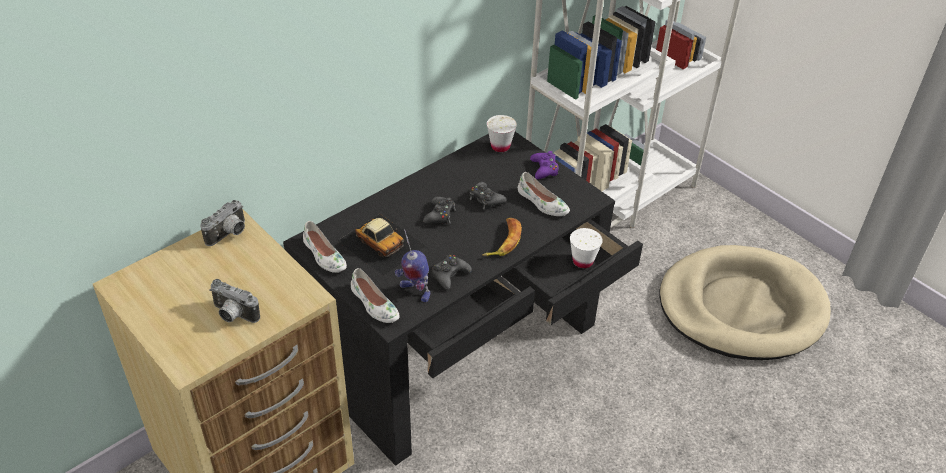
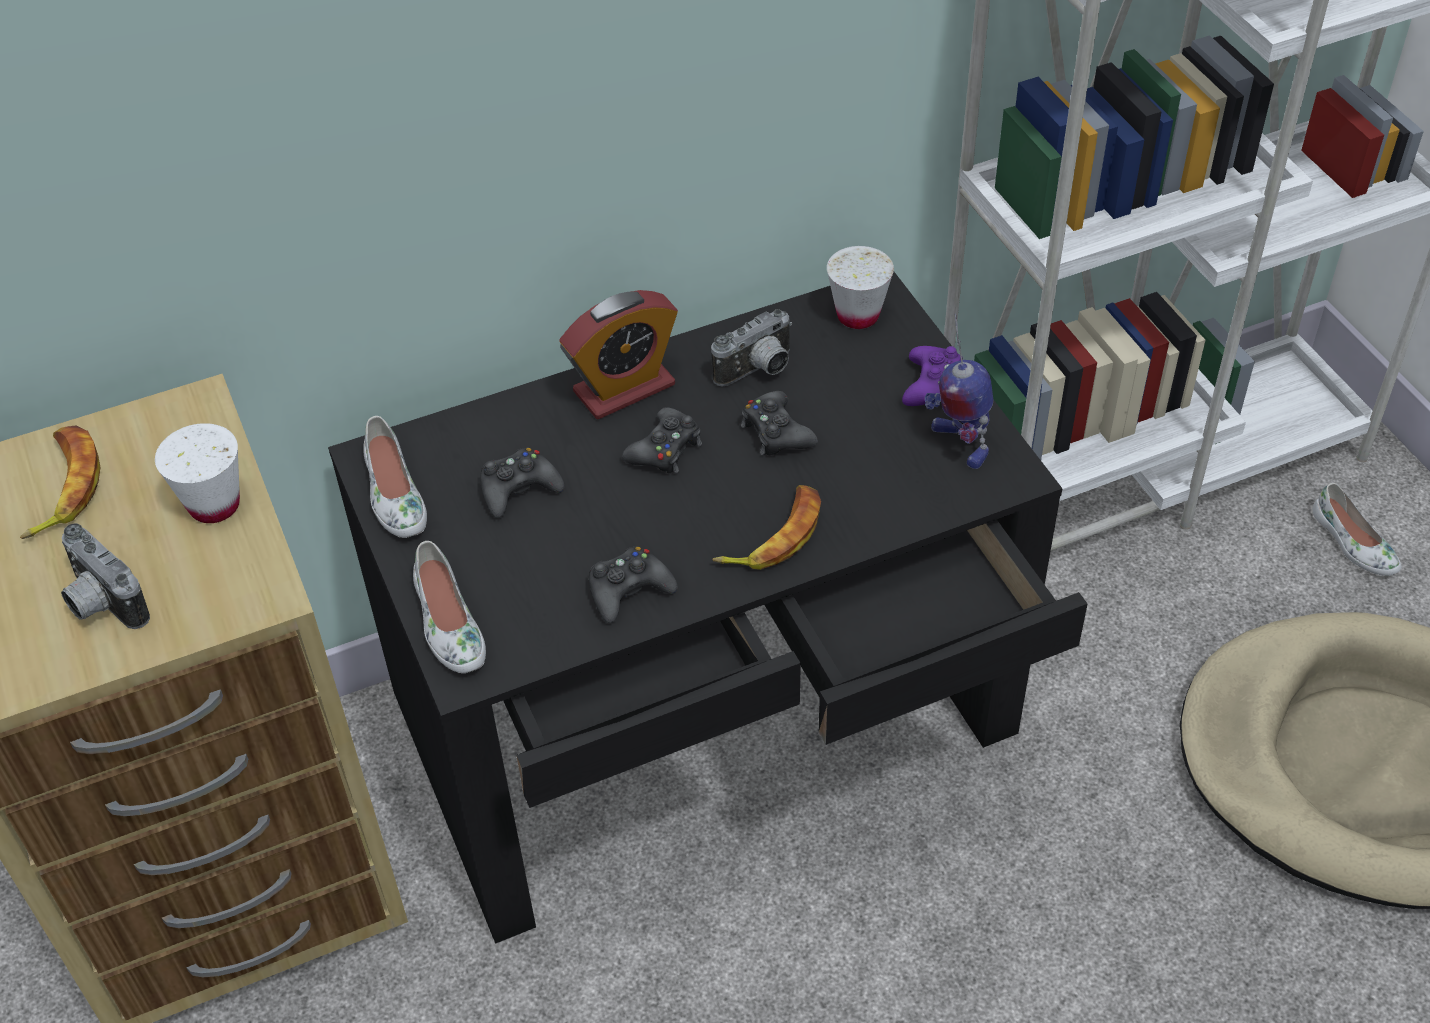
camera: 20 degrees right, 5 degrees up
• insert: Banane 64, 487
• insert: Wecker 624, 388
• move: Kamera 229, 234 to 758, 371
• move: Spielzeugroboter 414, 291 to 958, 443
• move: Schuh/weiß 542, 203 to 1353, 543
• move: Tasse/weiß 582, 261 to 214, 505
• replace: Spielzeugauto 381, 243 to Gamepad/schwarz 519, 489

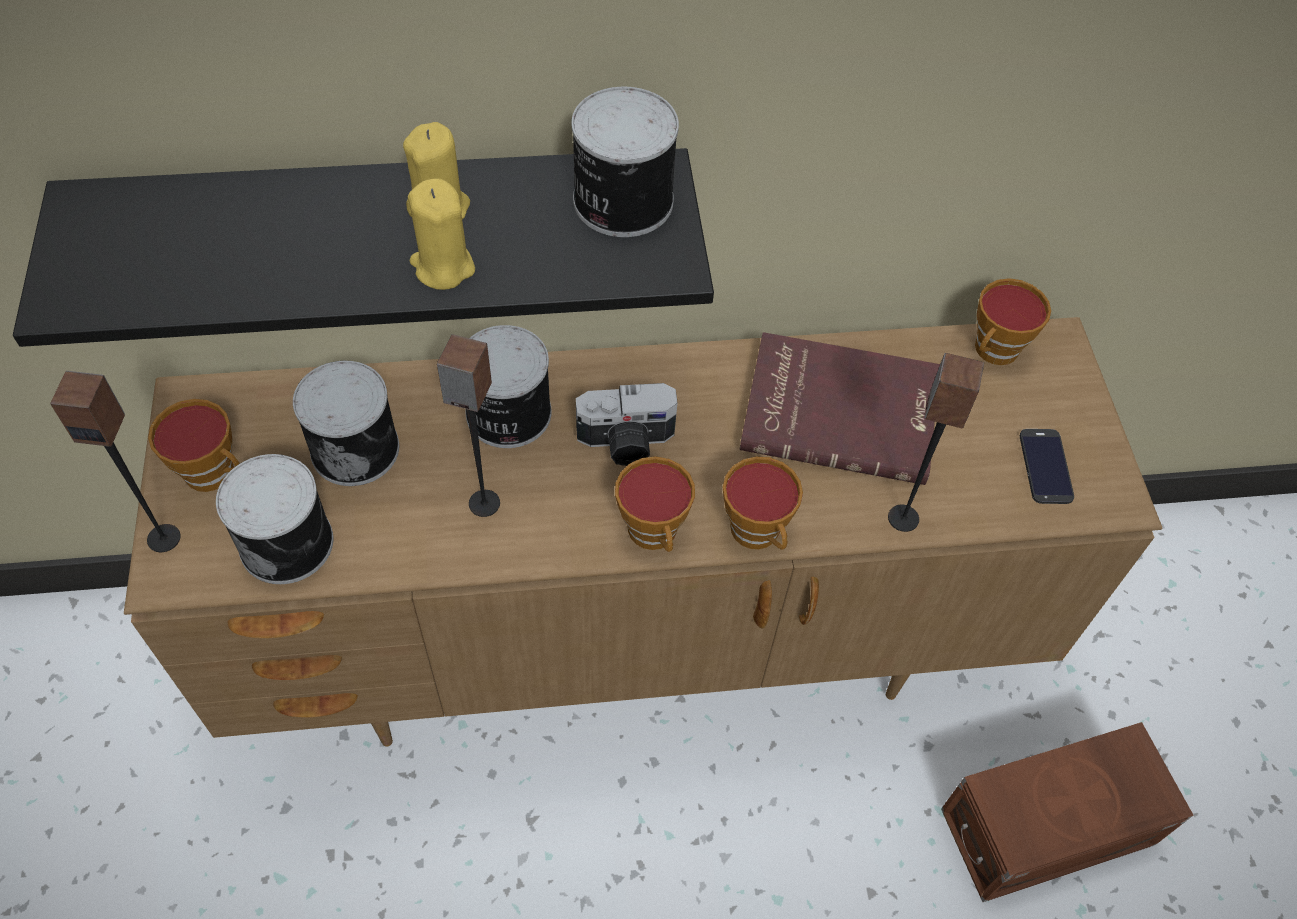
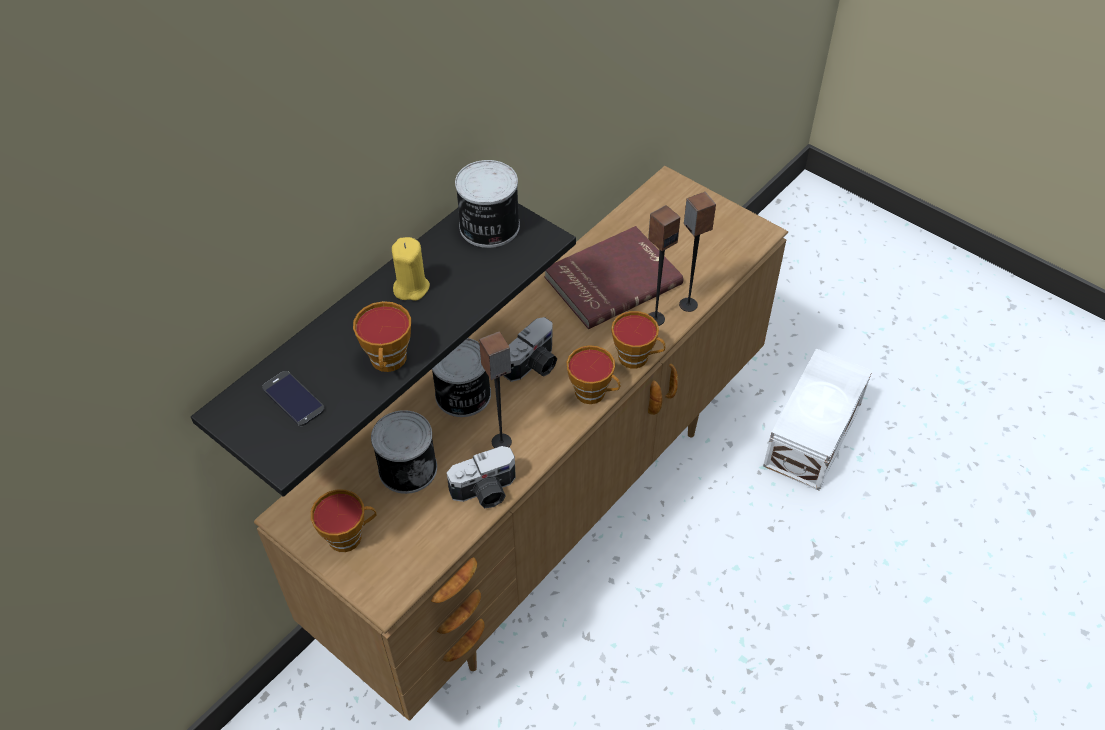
camera: 40 degrees left, 5 degrees down
• delete: Dose 289, 542
• delete: Kerze/gelb 443, 267
• insert: Kamera 485, 492
• move: Lautsprecher 164, 537 to 655, 318
• move: Tasse 994, 351 to 389, 361
• move: Handy 1045, 466 to 293, 399
• recolor: Aufbewahrungsbox/braun 1051, 829 to Aufbewahrungsbox/weiß 815, 435

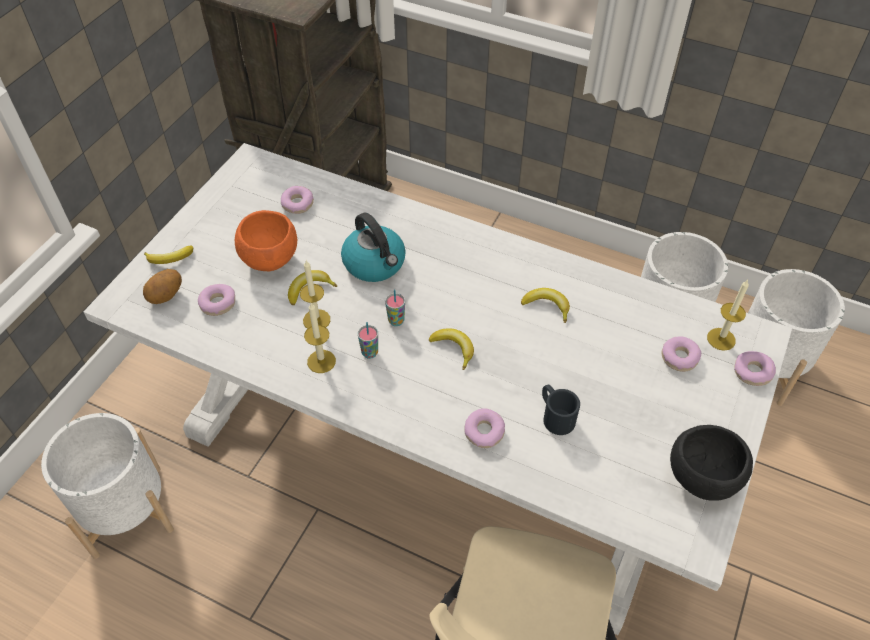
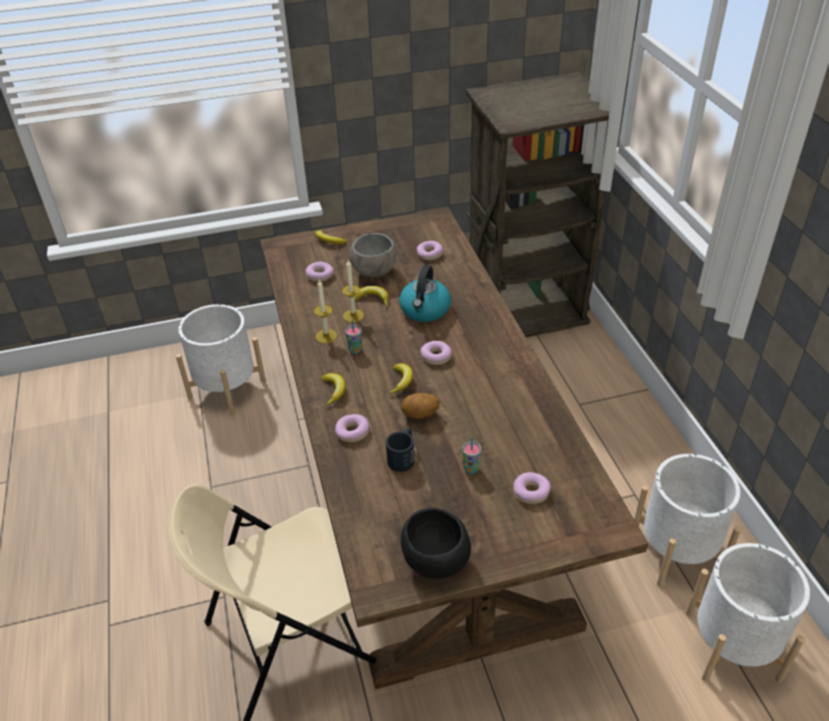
camera: 50 degrees right, 10 degrees down
• delete: Kerze 721, 339
• move: Kartoffel 166, 296 to 420, 415
• move: Tasse 396, 321 to 471, 468
• move: Banane 547, 306 to 334, 391
• move: Donut 752, 372 to 436, 356
• recolor: Esstisch/weiß 436, 438 to Esstisch/braun 420, 485
• recolor: Schüssel/orange 270, 259 to Schüssel/grau 375, 271

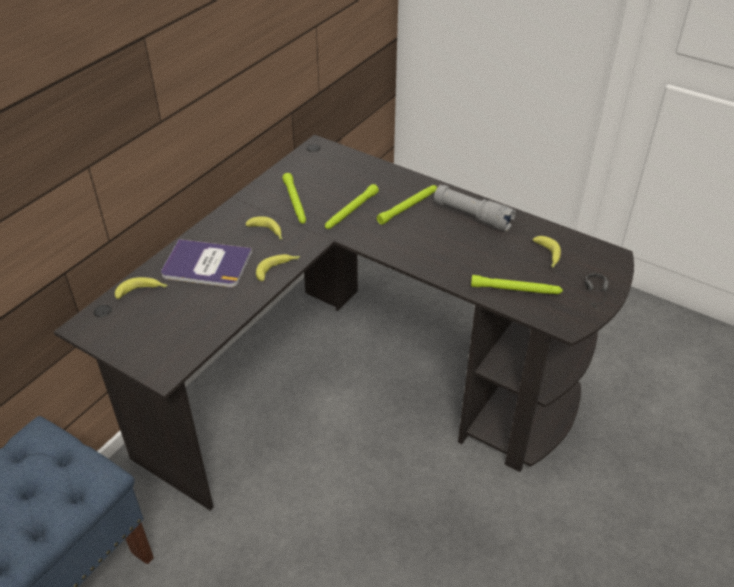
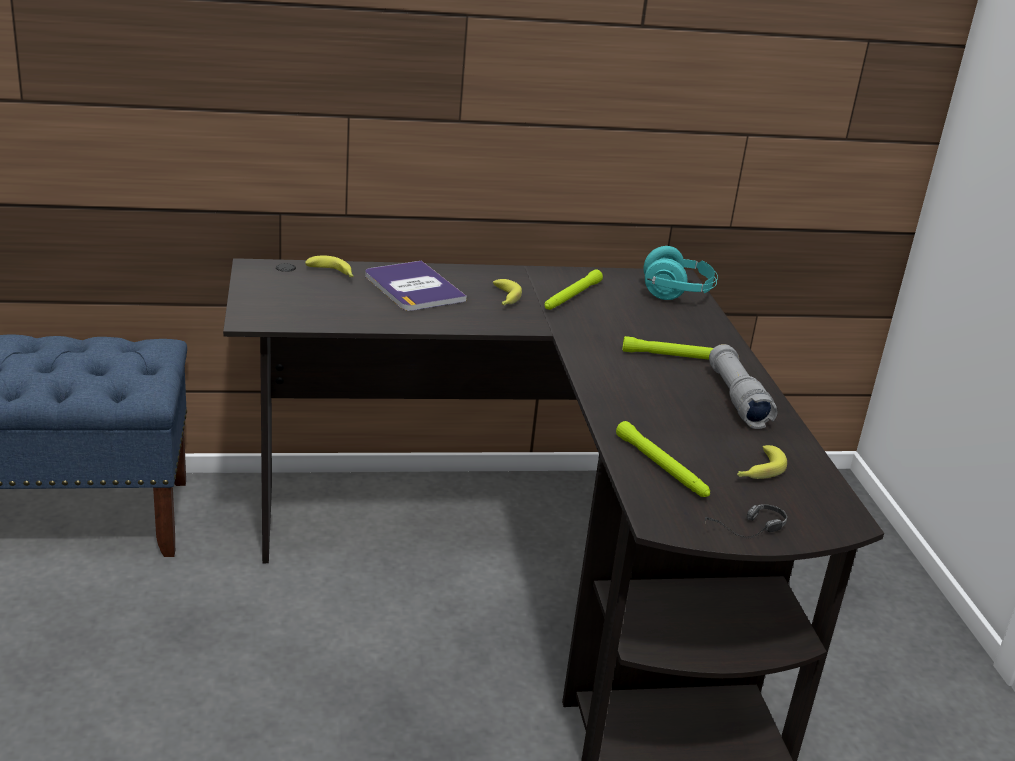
camera: 45 degrees right, 15 degrees down
• delete: Banane 278, 269
• delete: Taschenlampe/grün 351, 211
• insert: Kopfhörer/türkis 677, 293

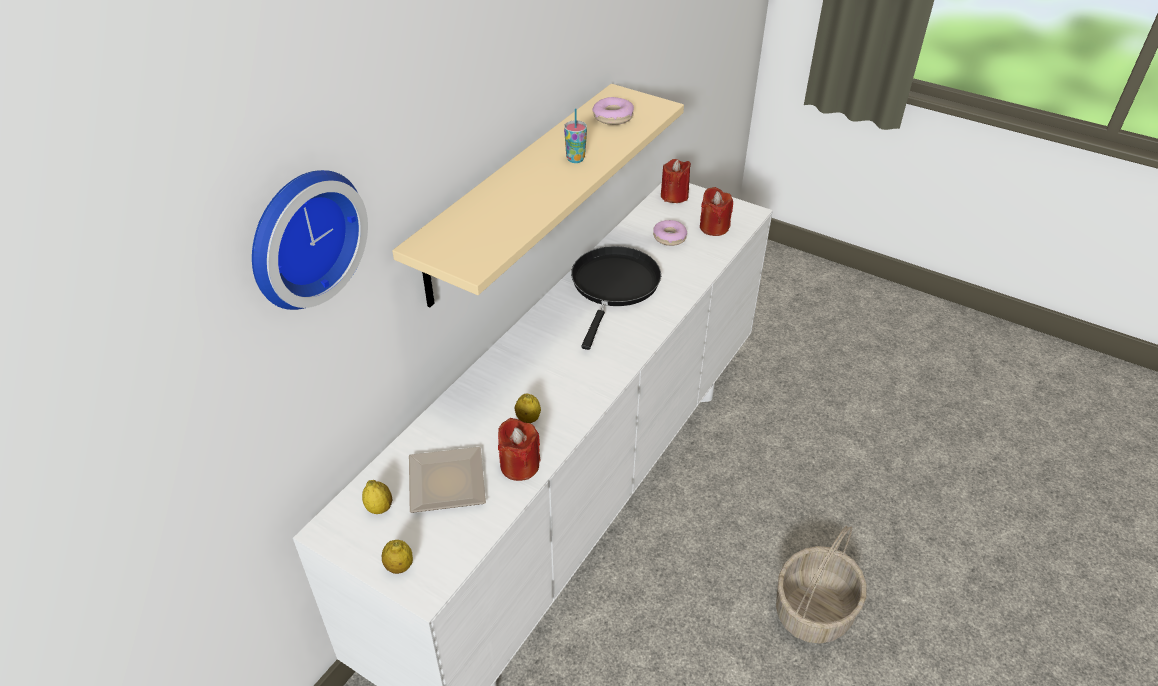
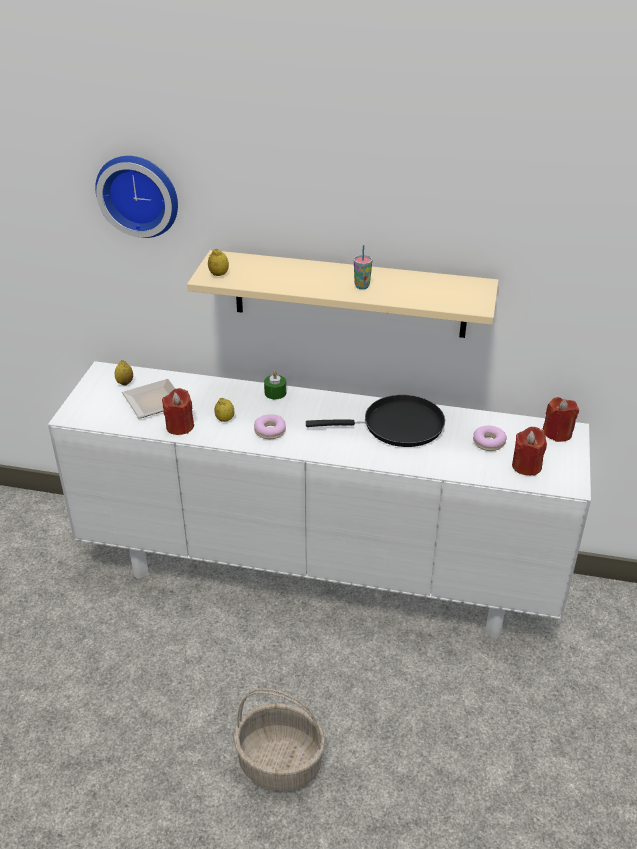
camera: 70 degrees right, 5 degrees down
• insert: Kerze/grün 275, 393
• move: Zitrone 399, 566 to 219, 274
• move: Donut 613, 117 to 270, 431

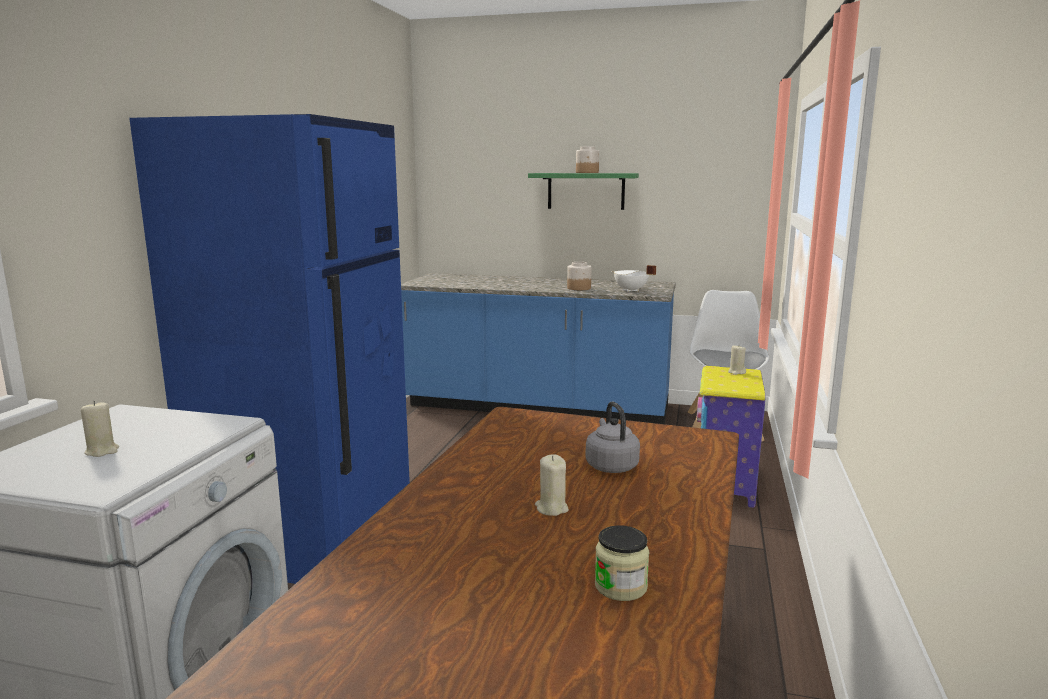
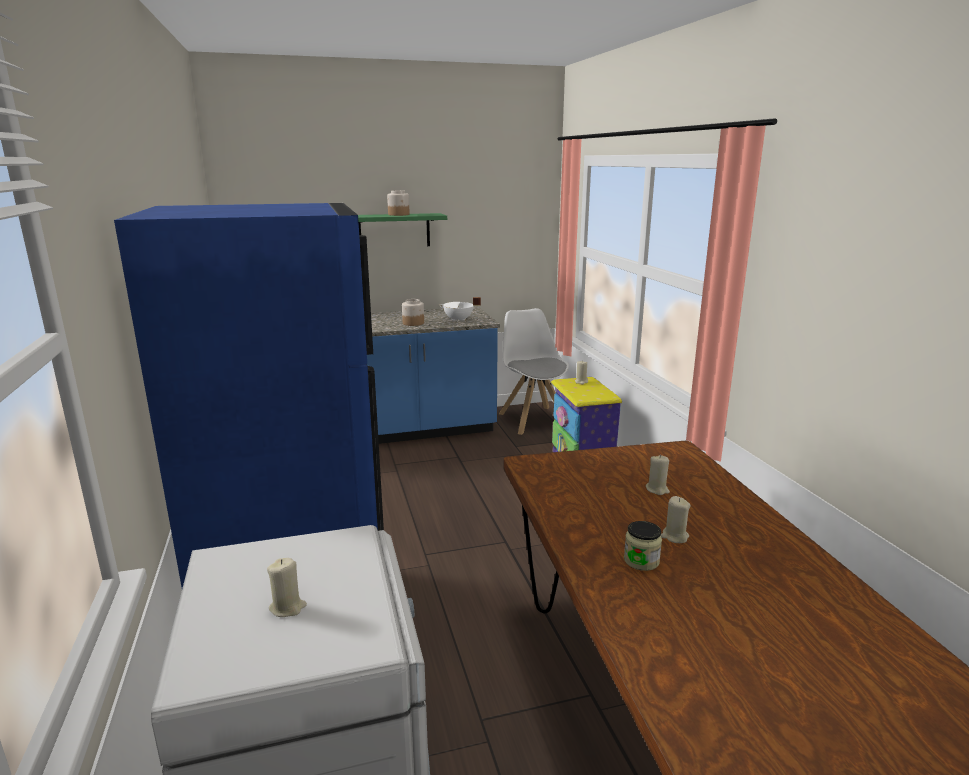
camera: 30 degrees left, 5 degrees up
• move: Vorratsglas 620, 586 to 641, 561
• replace: Wasserkessel/grau 610, 465 to Kerze/beige 657, 489

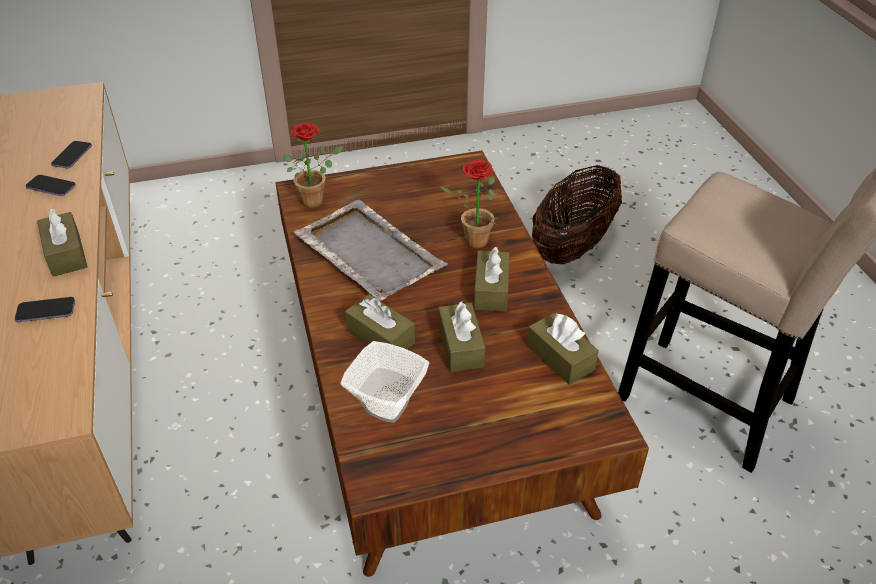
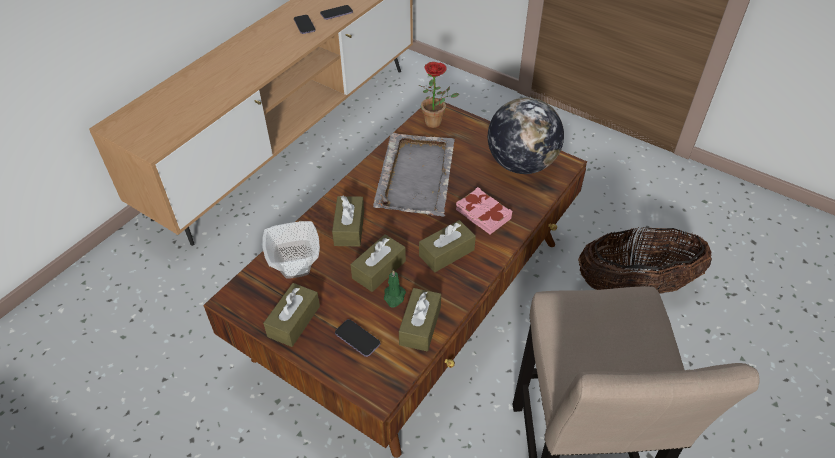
camera: 50 degrees right, 5 degrees up
• insert: Kerze/grün 394, 297
• insert: Globus 521, 164
• move: Handy 46, 311 to 357, 339
• move: Taschentuchbox/braun 66, 254 to 294, 321
• replace: Topfpflanze 471, 241 to Buch/rosa 482, 215

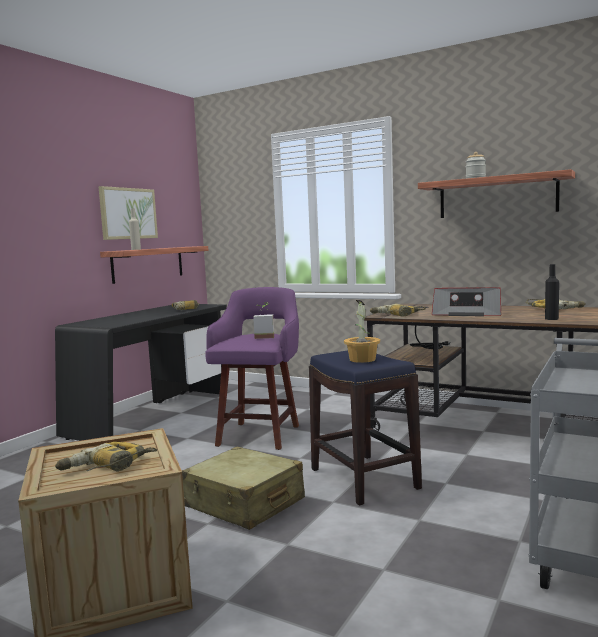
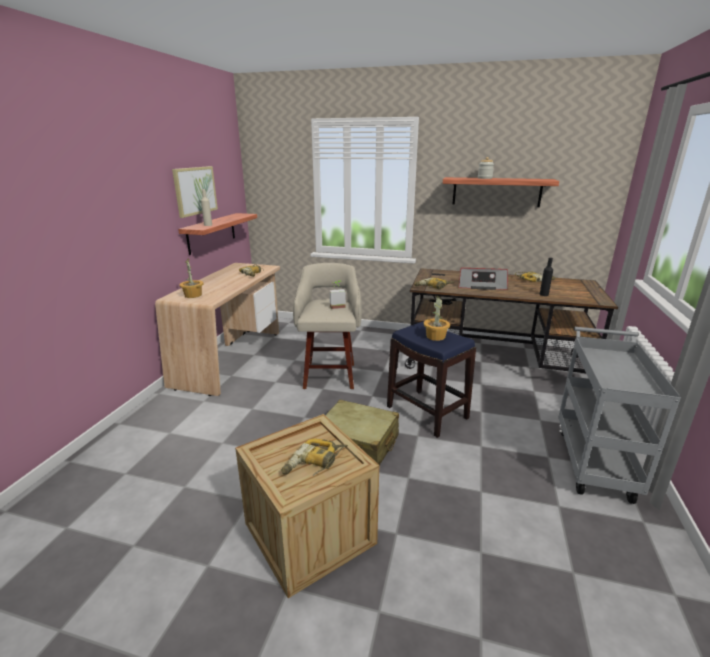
camera: 15 degrees left, 15 degrees up
• insert: Topfpflanze 193, 295
• recolor: Schreibtisch/schwarz 153, 414 to Schreibtisch/beige 232, 358
• recolor: Hocker/lila 260, 434 to Hocker/beige 330, 374

